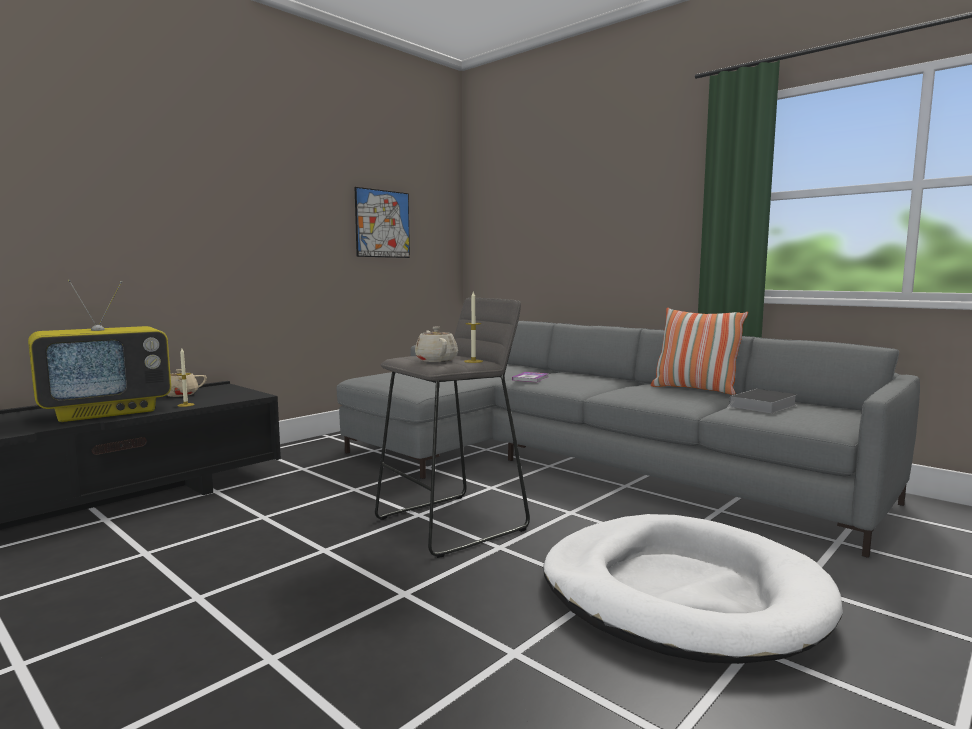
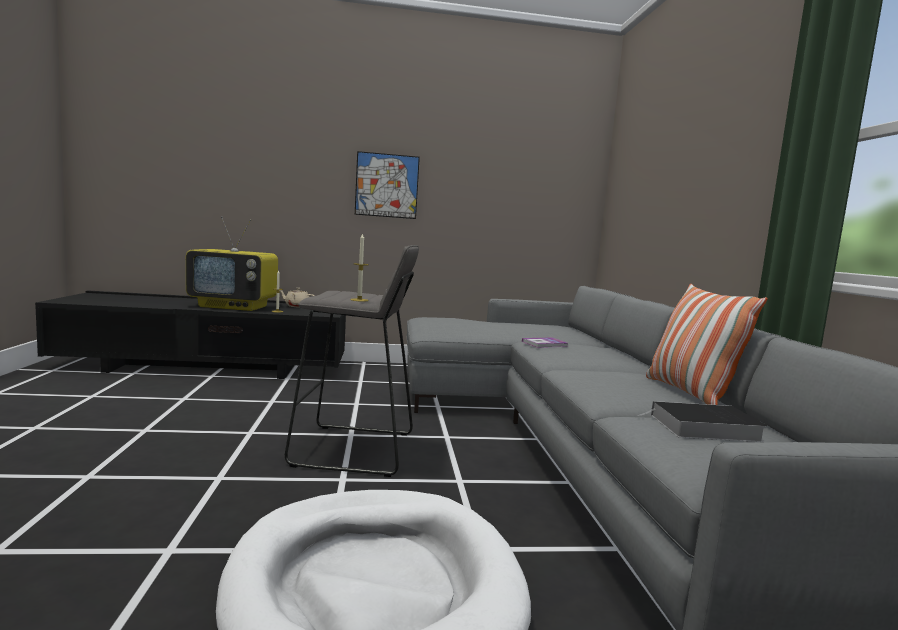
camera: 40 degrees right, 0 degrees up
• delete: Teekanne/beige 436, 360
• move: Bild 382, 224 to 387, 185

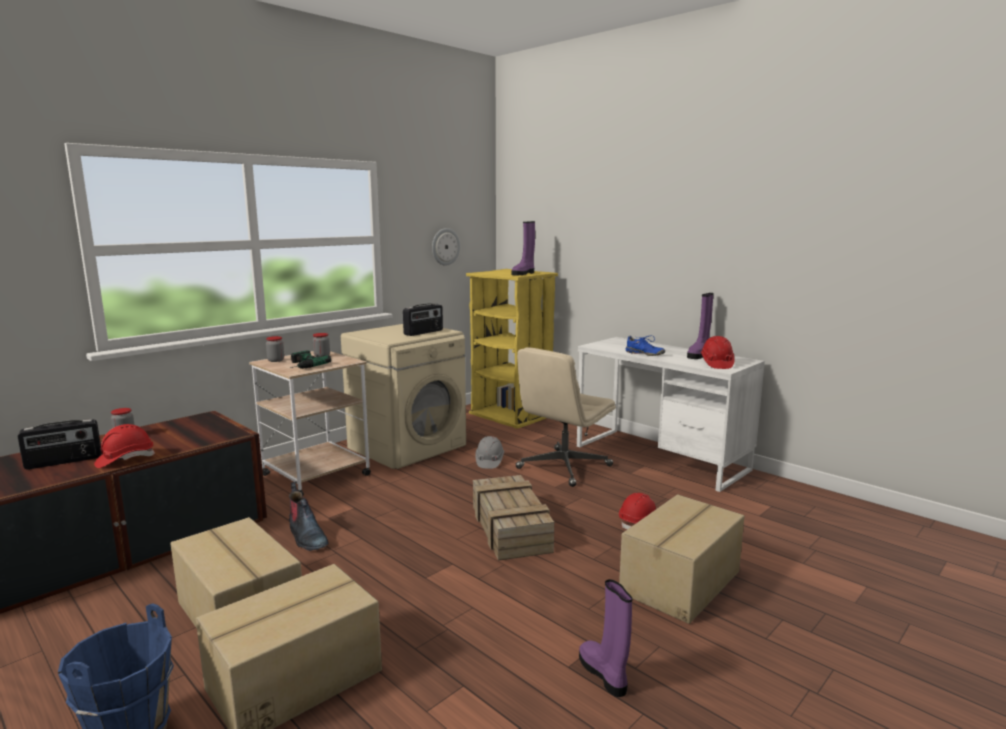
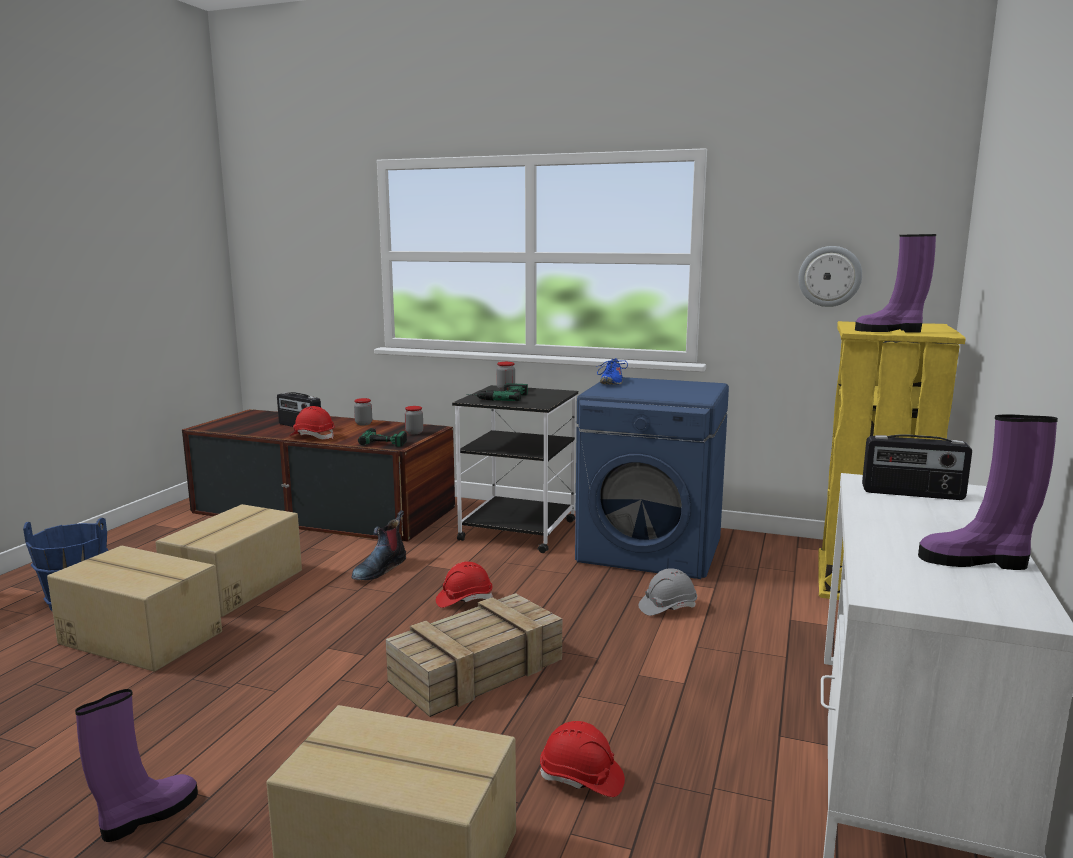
camera: 65 degrees right, 0 degrees up
• delete: Bürostuhl/beige 563, 467
• insert: Bohrmaschine 385, 440
• move: Vorratsglas 322, 356 to 414, 432
• move: Radio 424, 332 to 912, 494
• move: Schuh/blau 644, 354 to 611, 382
• move: Schutzhelm/rot 716, 364 to 464, 599
• recolor: Rollwagen/beige 317, 474 to Rollwagen/schwarz 520, 531
• recolor: Waschmaschine/beige 410, 446 to Waschmaschine/blau 650, 550

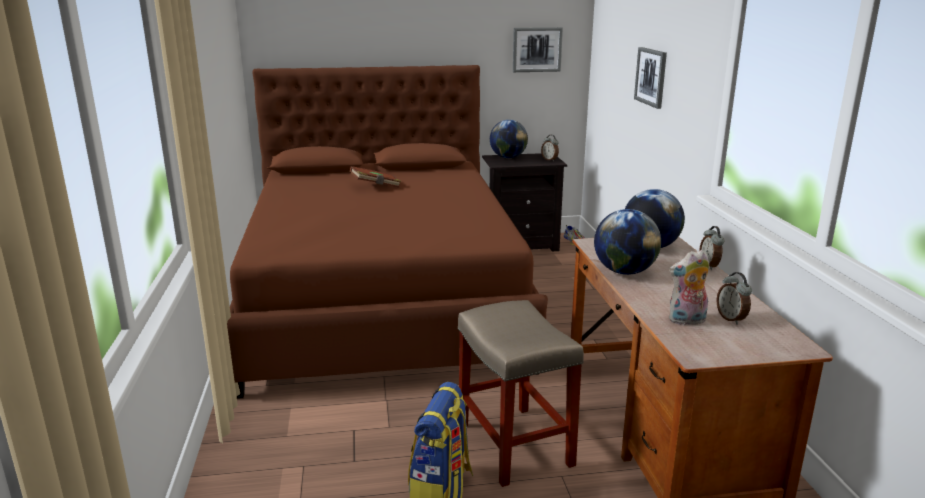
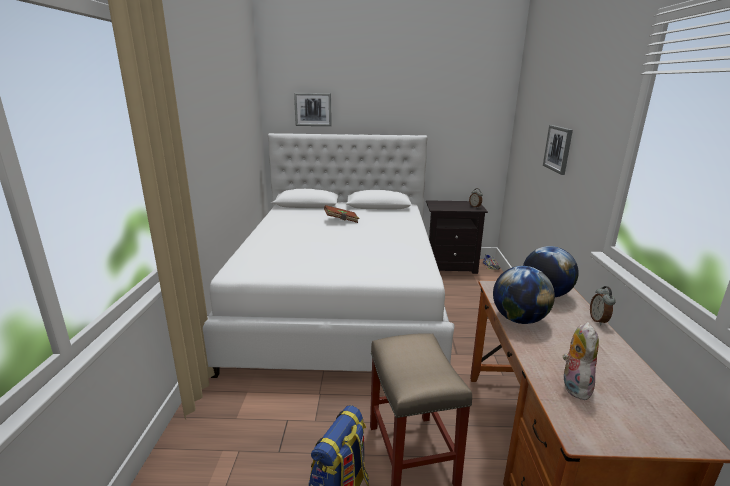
camera: 10 degrees right, 0 degrees up
• delete: Globus 508, 157
• delete: Wecker 731, 319
• move: Bild 537, 49 to 313, 109
• recolor: Bett/braun 383, 300 to Bett/weiß 340, 303
• rotate: Plüschtier 686, 321 = 573, 386 105 degrees clockwise

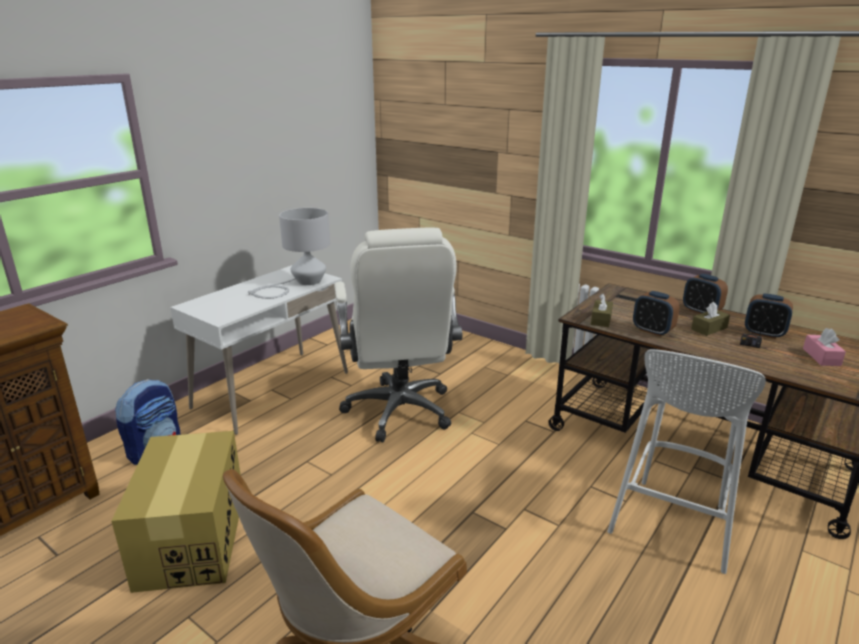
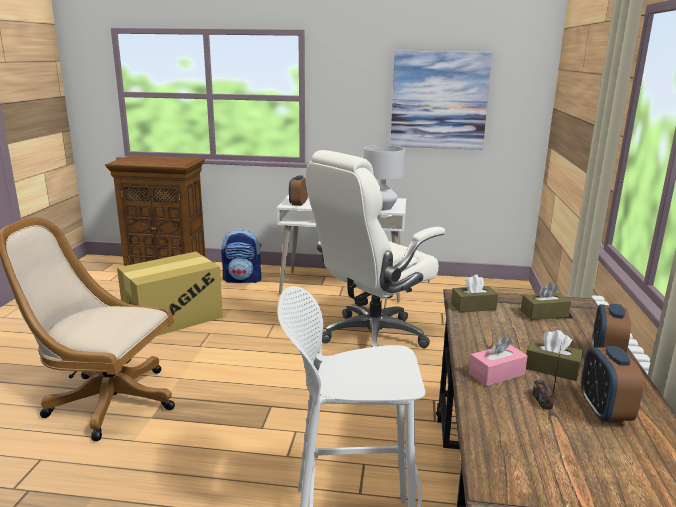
camera: 60 degrees right, 5 degrees down
• insert: Bild 439, 100
• insert: Taschentuchbox/braun 544, 314
• move: Wecker 652, 331 to 298, 203
• move: Taschentuchbox/rosa 821, 357 to 496, 374

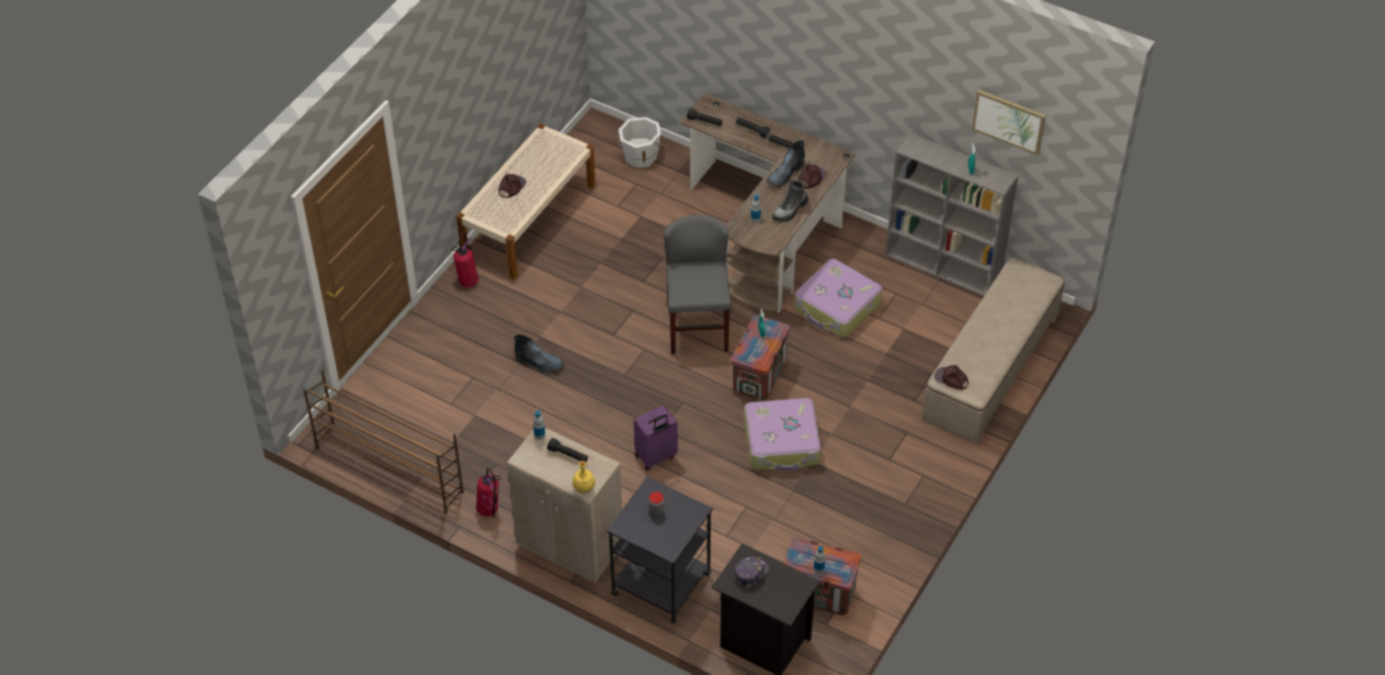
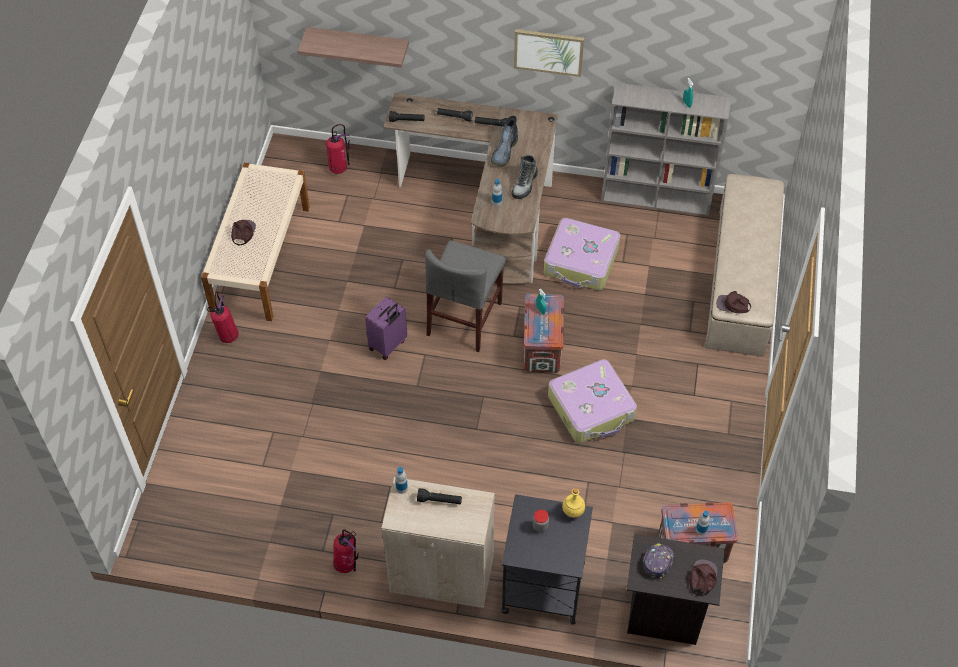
camera: 20 degrees left, 5 degrees up
• delete: Schuhregal/braun 389, 469
• delete: Stiefel 540, 363
• insert: Wandregal 358, 44
• move: Flasche/gelb 583, 489 to 572, 512
• move: Koffer/lila 656, 457 to 388, 345
• move: Kappe/braun 811, 178 to 702, 578
• move: Bild 1009, 121 to 548, 51
• replace: Eimer/weiß 640, 156 to Feuerlöscher 339, 168
• rotate: Stuhl/grau 697, 327 = 464, 318 135 degrees counterclockwise

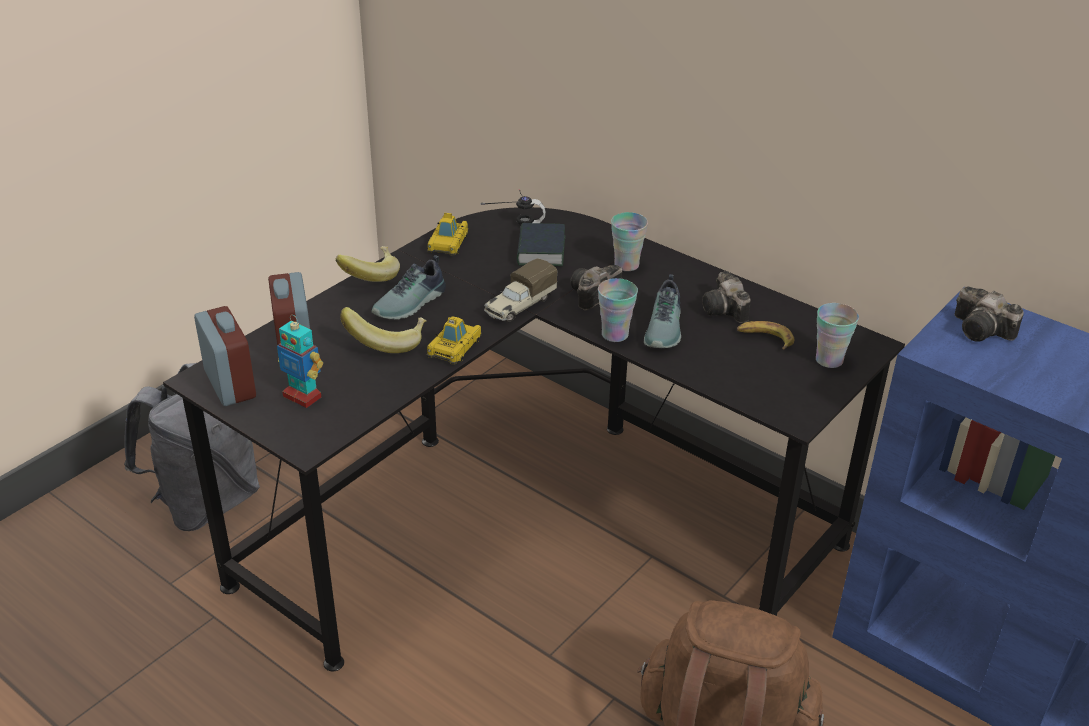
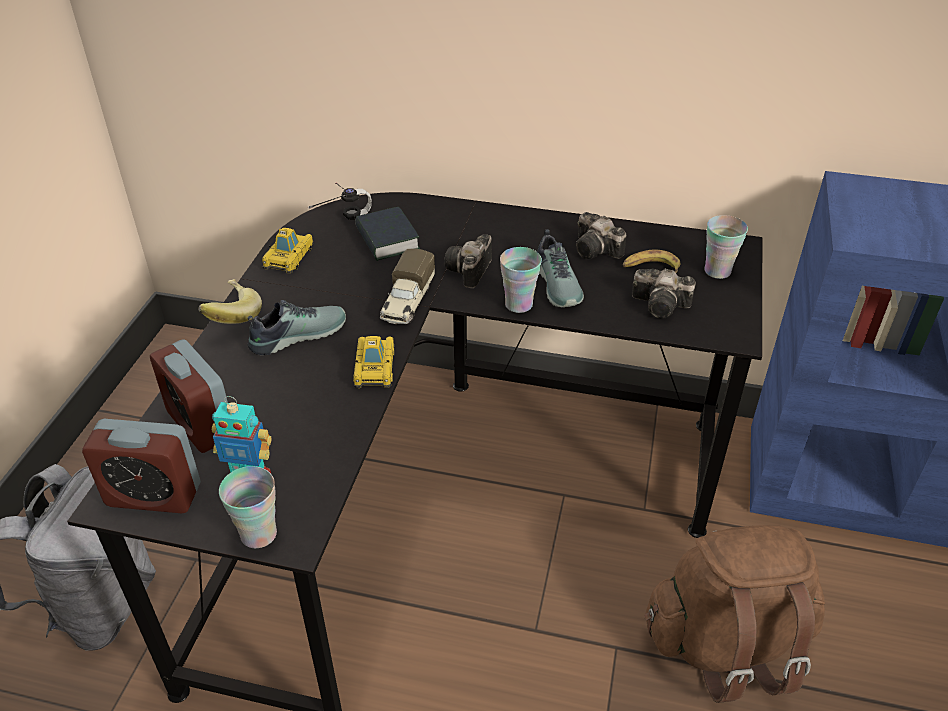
camera: 25 degrees left, 5 degrees up
• delete: Banane 387, 341
• move: Tasse 626, 265 to 258, 534
• move: Kamera 983, 331 to 663, 305
• rotate: Wecker 230, 384 = 154, 495 150 degrees clockwise
• rotate: Schuh 411, 304 = 297, 334 135 degrees counterclockwise
• rotate: Spielzeugauto 448, 243 = 289, 257 150 degrees counterclockwise

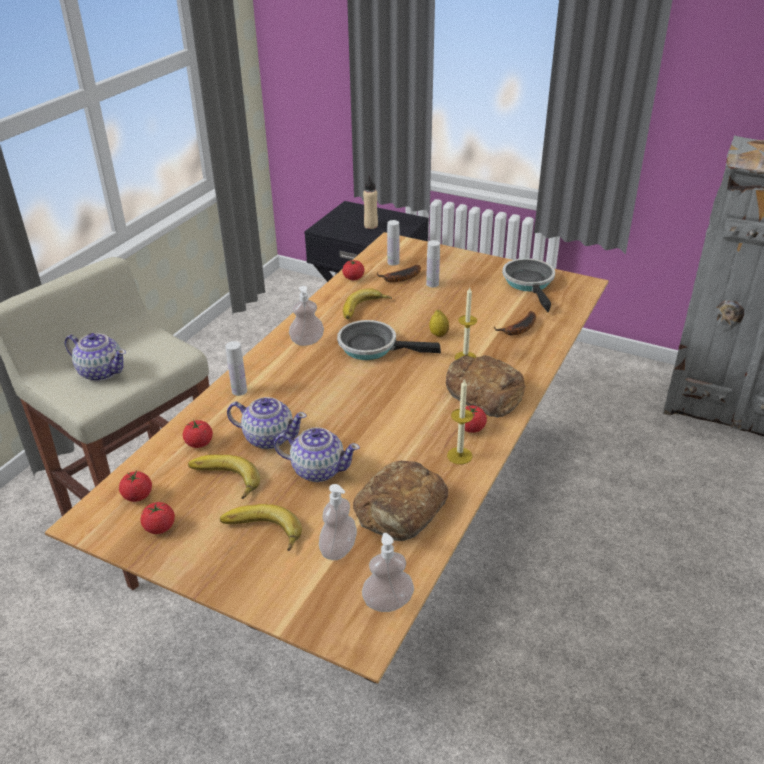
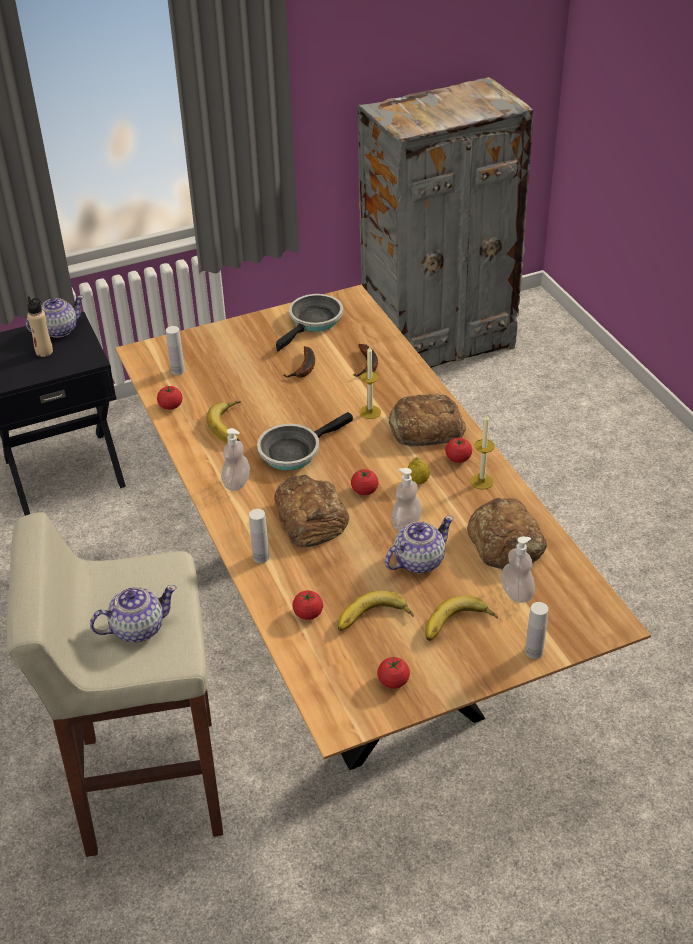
camera: 50 degrees left, 5 degrees up
• insert: Brot 310, 517
• move: Tomate 138, 496 to 364, 490
• move: Teekanne 268, 438 to 58, 330
• move: Seifenspender 388, 602 to 406, 524
• move: Banane 400, 278 to 304, 368
• move: Flasche/weiß 432, 284 to 534, 652
• move: Zitrone 438, 334 to 418, 481
• rotate: Pfanne 529, 283 = 313, 322 90 degrees clockwise

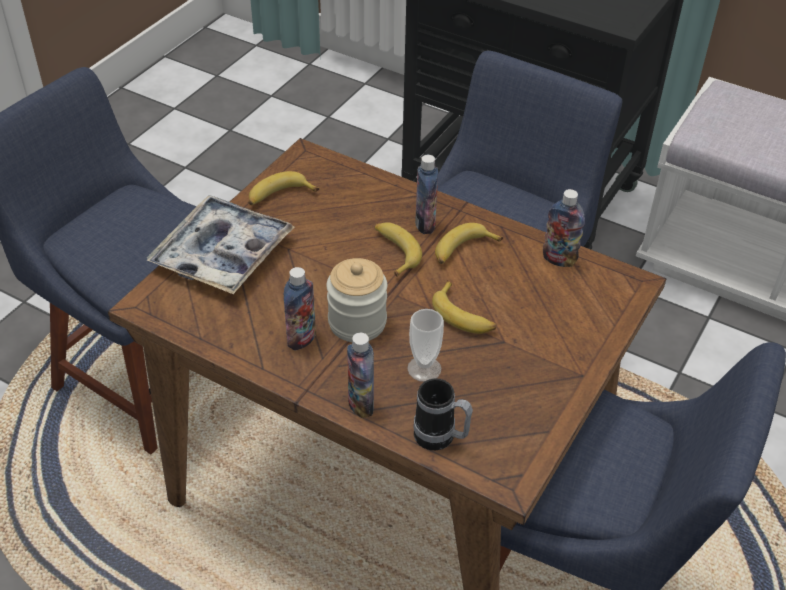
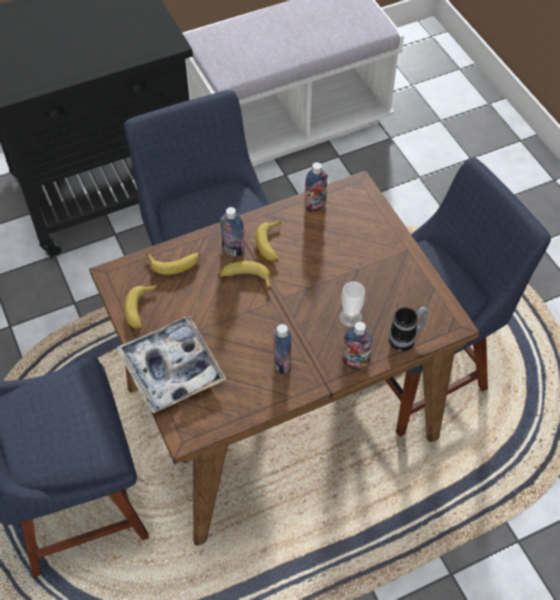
camera: 55 degrees left, 10 degrees up
• delete: Vorratsglas 357, 322
• move: Banane 463, 315 to 175, 263

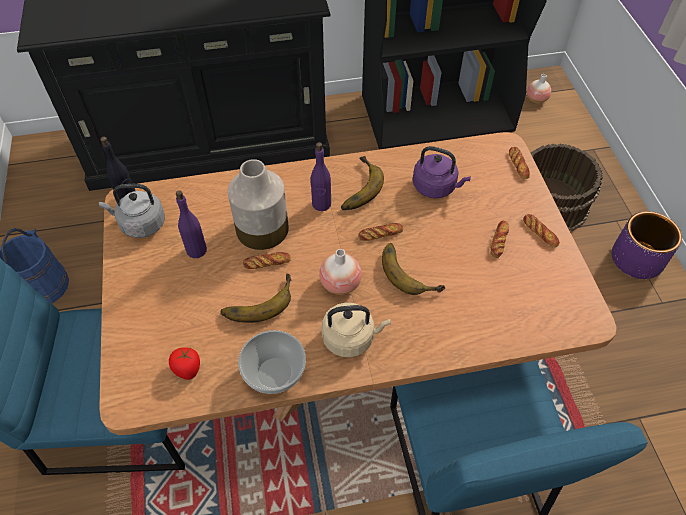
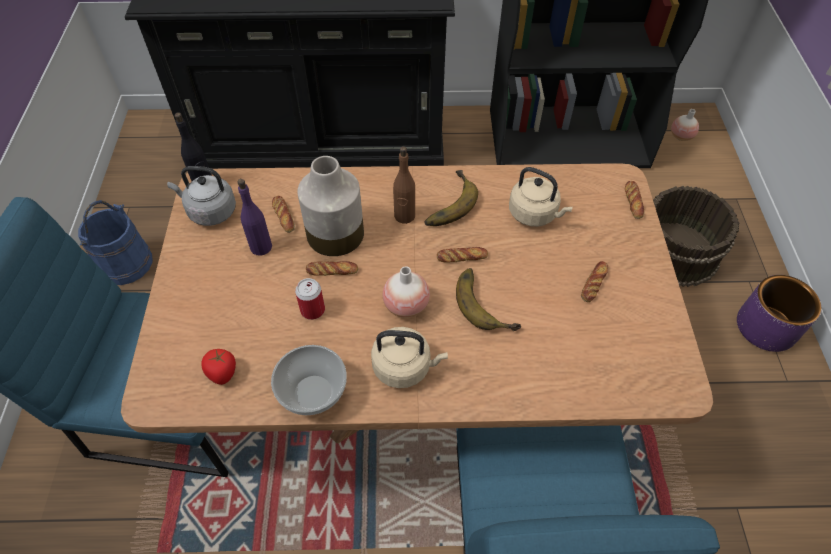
camera: 10 degrees right, 0 degrees up
• move: Brot 540, 232 to 284, 216
• replace: Banane 257, 300 to Dose 312, 310
• recolor: Flasche/lila 321, 204 to Flasche/braun 404, 216
• recolor: Wasserkessel/lila 436, 187 to Wasserkessel/beige 535, 214

